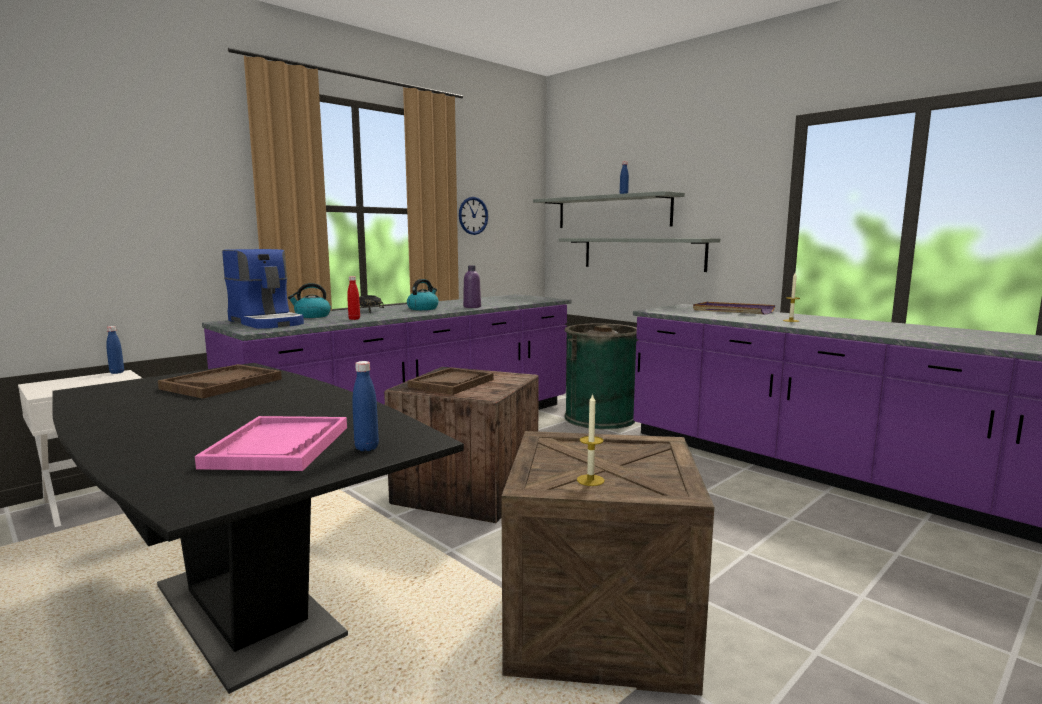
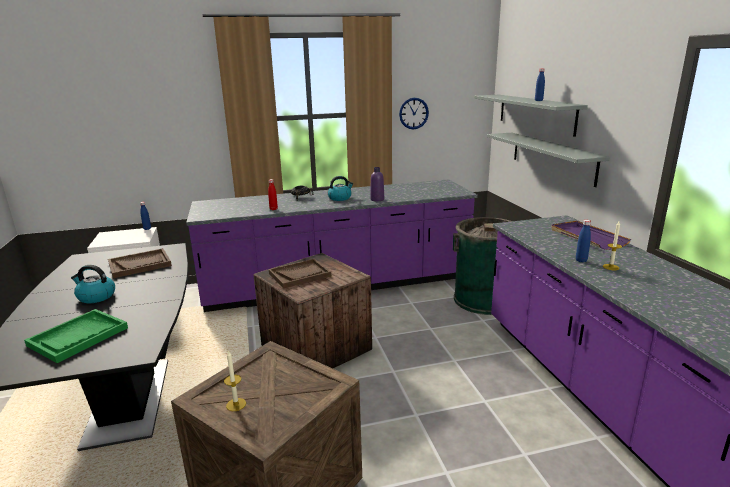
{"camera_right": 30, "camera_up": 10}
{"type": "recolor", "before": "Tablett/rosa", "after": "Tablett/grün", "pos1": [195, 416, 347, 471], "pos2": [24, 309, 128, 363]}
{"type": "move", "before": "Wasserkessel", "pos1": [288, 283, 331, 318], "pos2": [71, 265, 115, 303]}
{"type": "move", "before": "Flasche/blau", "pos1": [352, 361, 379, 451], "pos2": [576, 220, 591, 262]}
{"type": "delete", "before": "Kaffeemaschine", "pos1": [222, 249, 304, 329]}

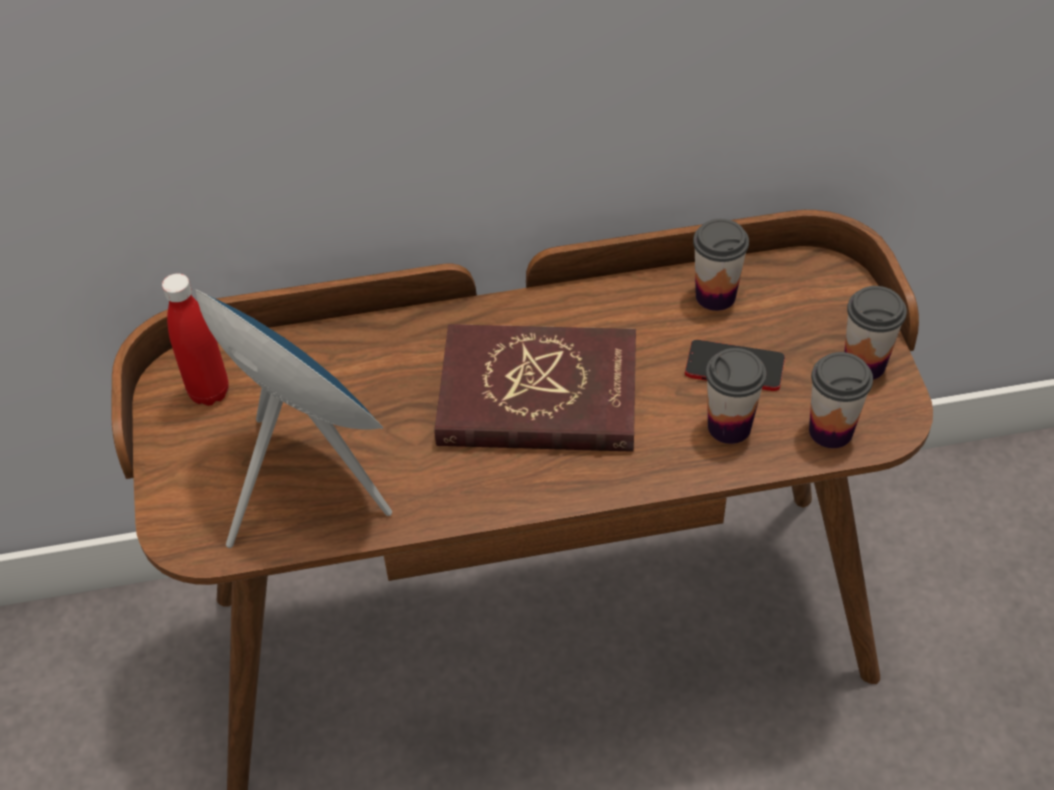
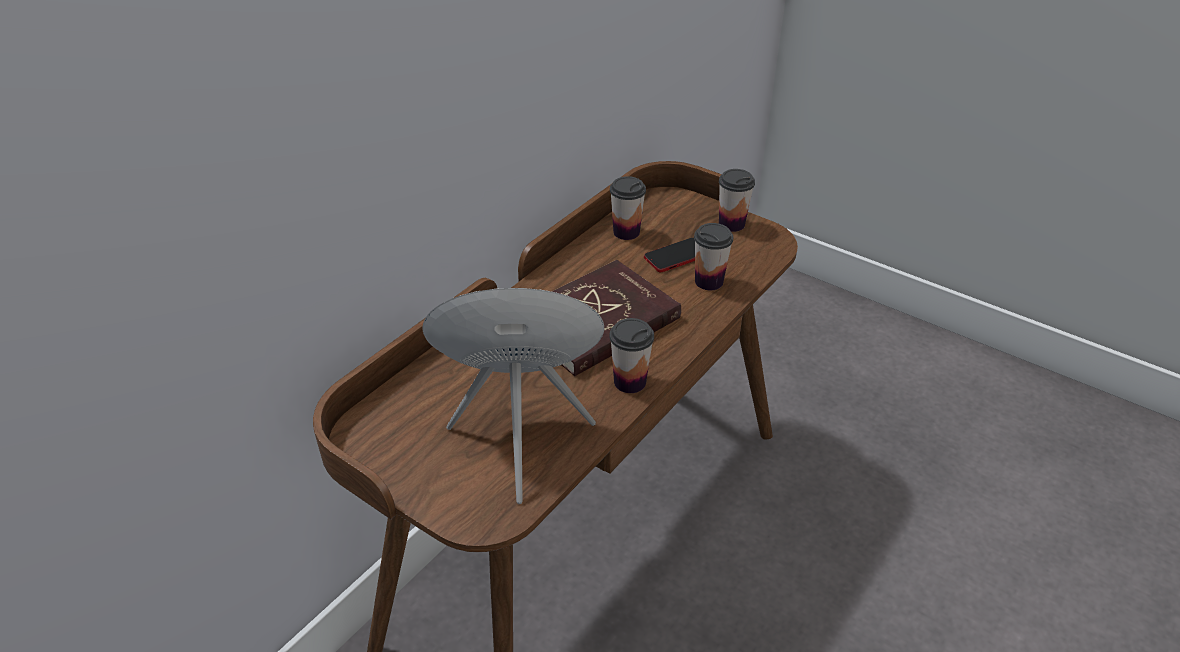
{"camera_right": -45, "camera_up": -10}
{"type": "move", "before": "Tasse", "pos1": [809, 352, 873, 448], "pos2": [609, 318, 654, 393]}
{"type": "delete", "before": "Flasche/rot", "pos1": [162, 273, 228, 406]}

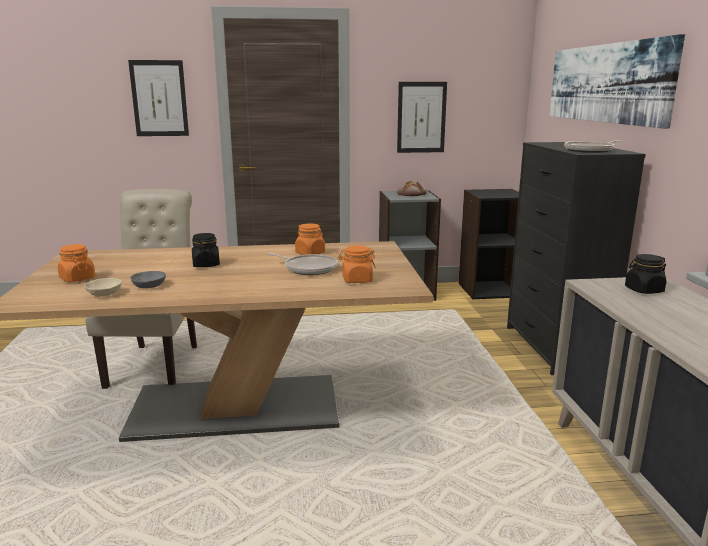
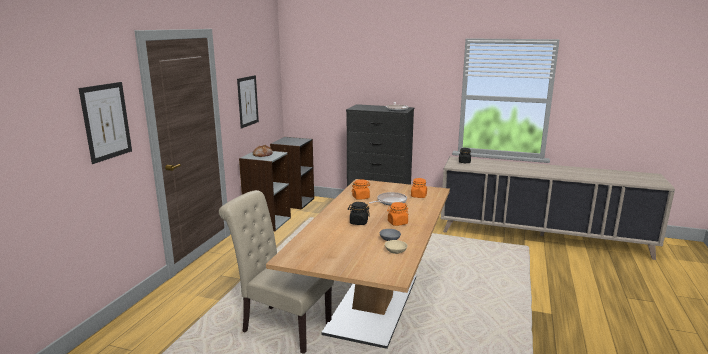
{"camera_right": -65, "camera_up": 0}
{"type": "move", "before": "Vorratsglas/orange", "pos1": [58, 244, 95, 282], "pos2": [387, 202, 409, 226]}
{"type": "delete", "before": "Bild", "pos1": [549, 34, 685, 129]}

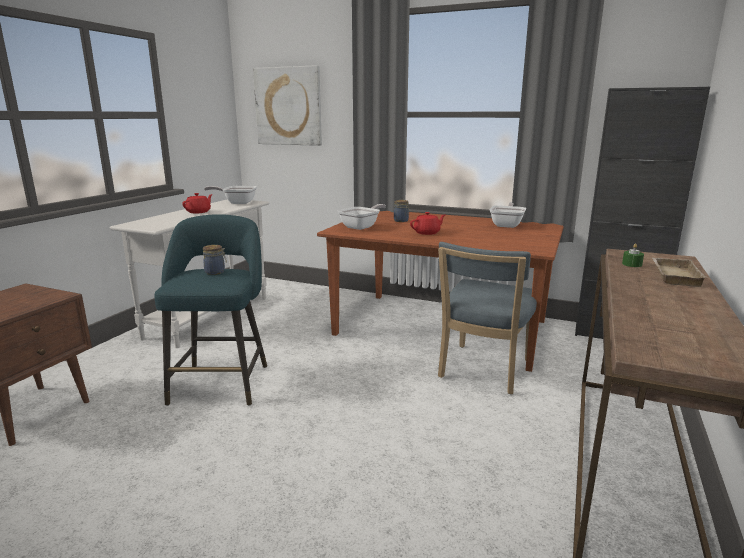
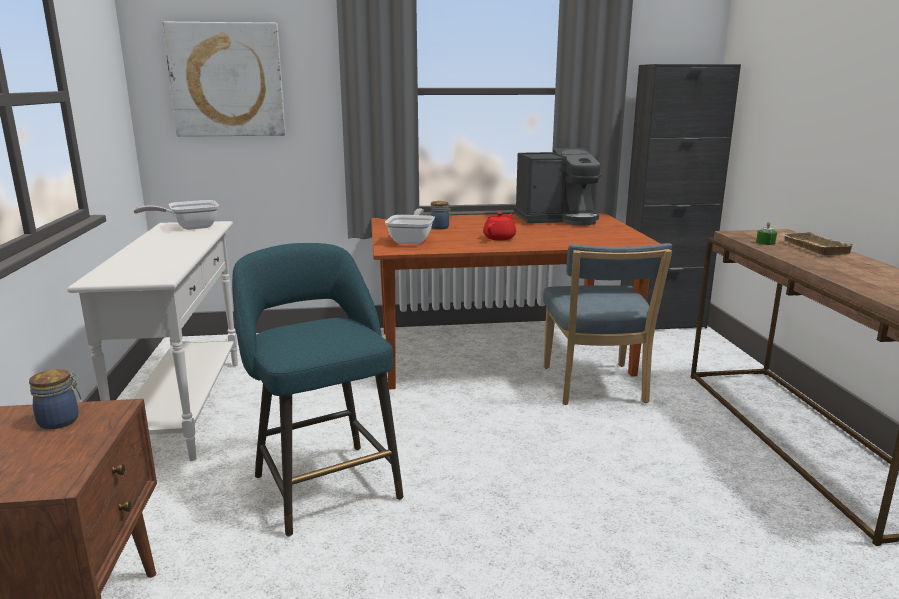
{"camera_right": -30, "camera_up": 0}
{"type": "move", "before": "Vorratsglas", "pos1": [203, 245, 227, 275], "pos2": [29, 369, 81, 430]}
{"type": "replace", "before": "Pfanne", "after": "Kaffeemaschine", "pos1": [490, 202, 526, 228], "pos2": [513, 148, 602, 225]}
{"type": "delete", "before": "Teekanne/rot", "pos1": [182, 193, 213, 213]}

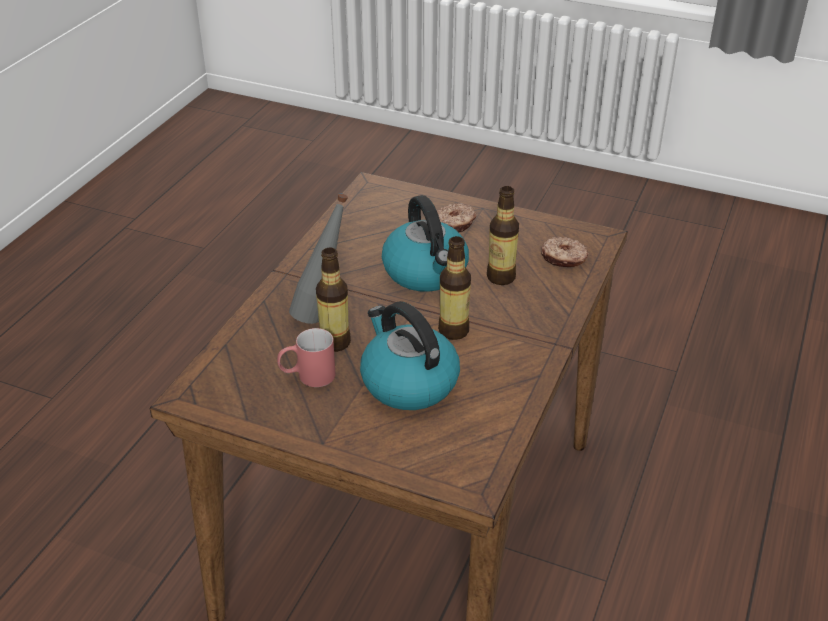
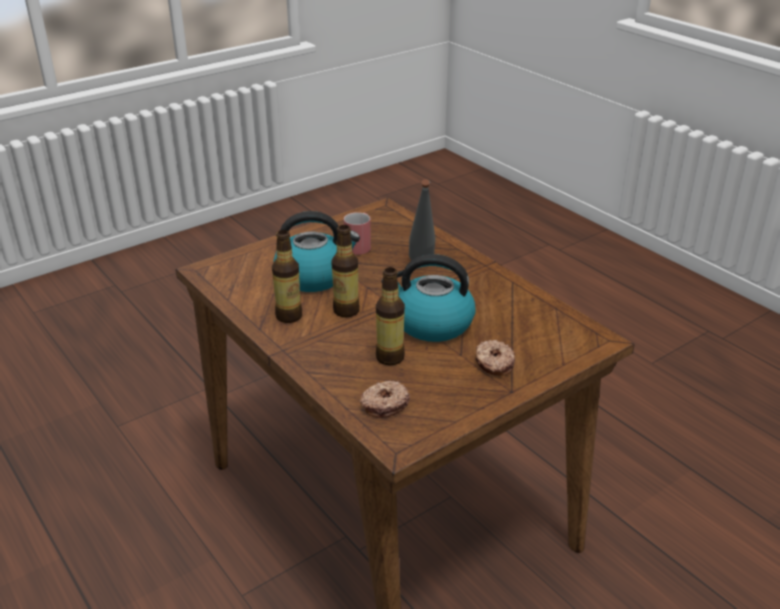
{"camera_right": 120, "camera_up": -5}
{"type": "move", "before": "Flasche", "pos1": [316, 247, 351, 352], "pos2": [272, 230, 302, 323]}

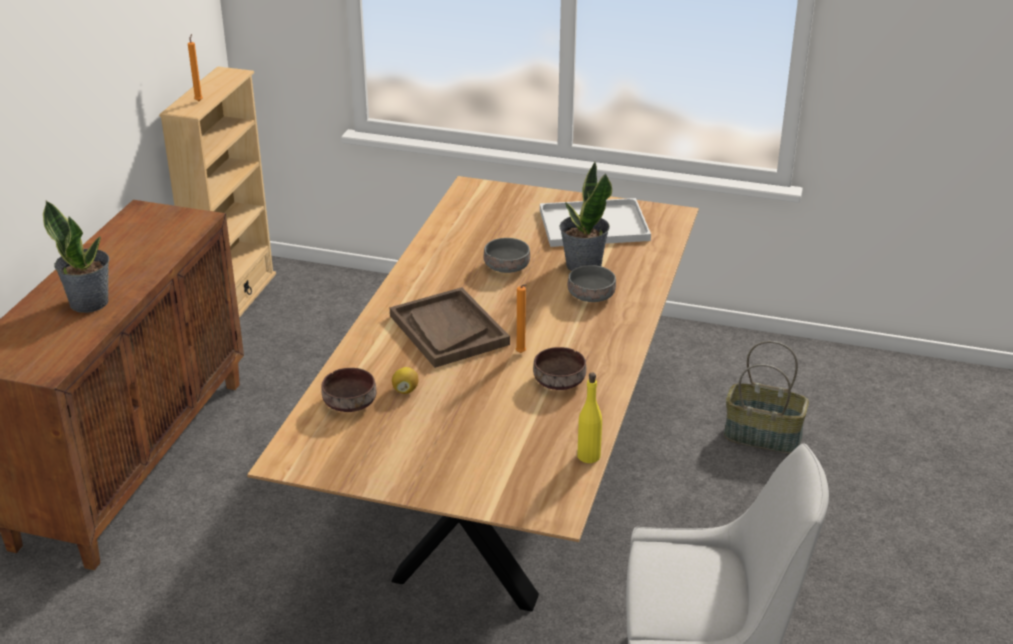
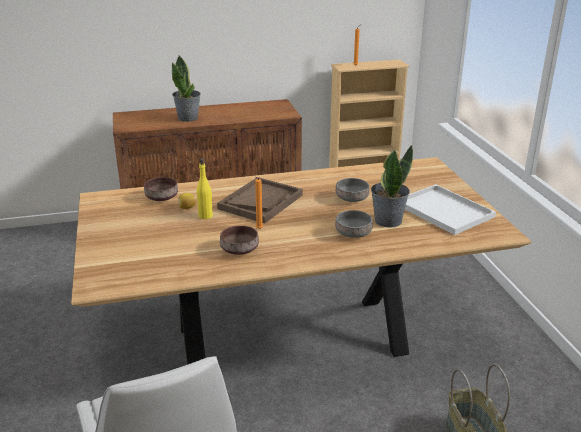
{"camera_right": 60, "camera_up": -5}
{"type": "move", "before": "Flasche/gelb", "pos1": [577, 373, 602, 463], "pos2": [197, 158, 213, 219]}

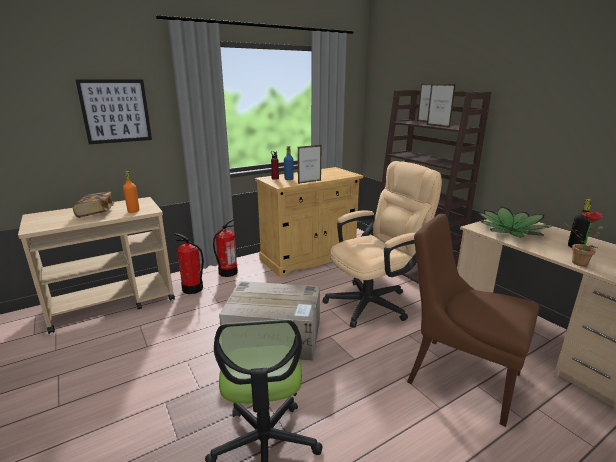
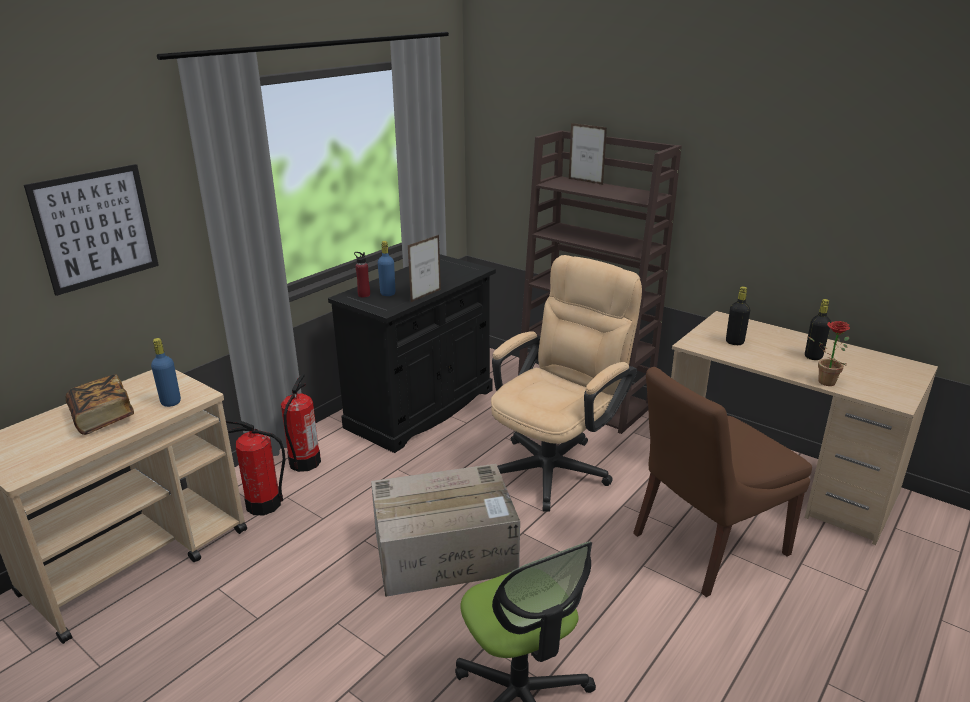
{"camera_right": -20, "camera_up": 5}
{"type": "recolor", "before": "Flasche/orange", "after": "Flasche/blau", "pos1": [123, 171, 139, 213], "pos2": [151, 338, 181, 407]}
{"type": "recolor", "before": "Schrank/beige", "after": "Schrank/schwarz", "pos1": [255, 167, 363, 277], "pos2": [328, 254, 496, 453]}
{"type": "rotate", "before": "Stuhl/braun", "pos1": [407, 214, 539, 427], "pos2": [633, 367, 812, 597], "turn": -45}
{"type": "replace", "before": "Topfpflanze", "after": "Flasche/schwarz", "pos1": [478, 207, 554, 238], "pos2": [726, 286, 750, 345]}
{"type": "delete", "before": "Bilderrahmen", "pos1": [427, 84, 456, 128]}

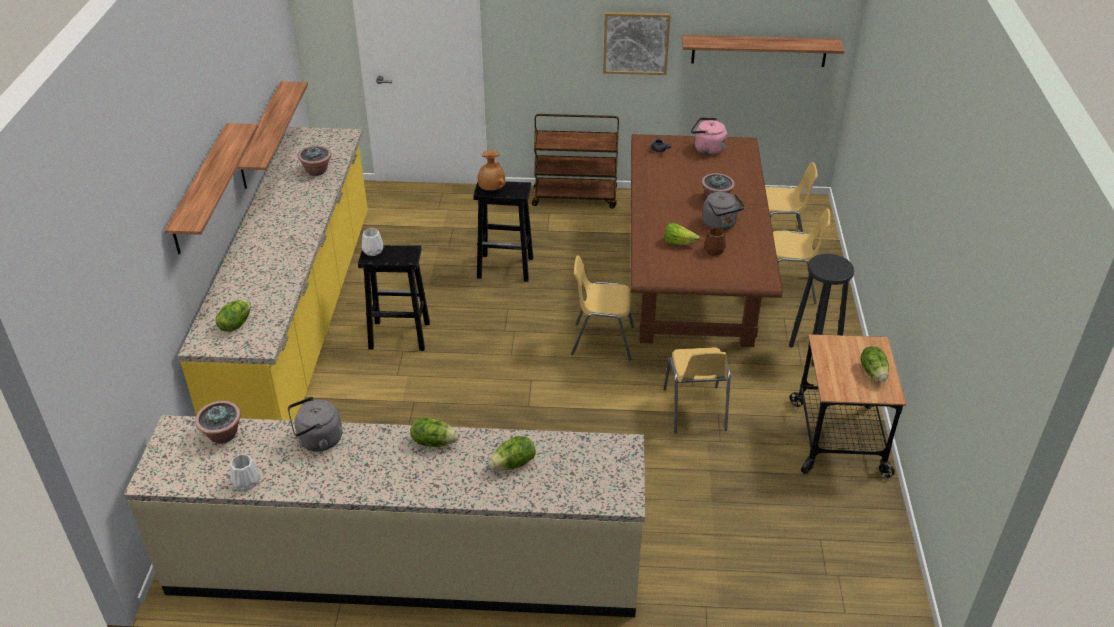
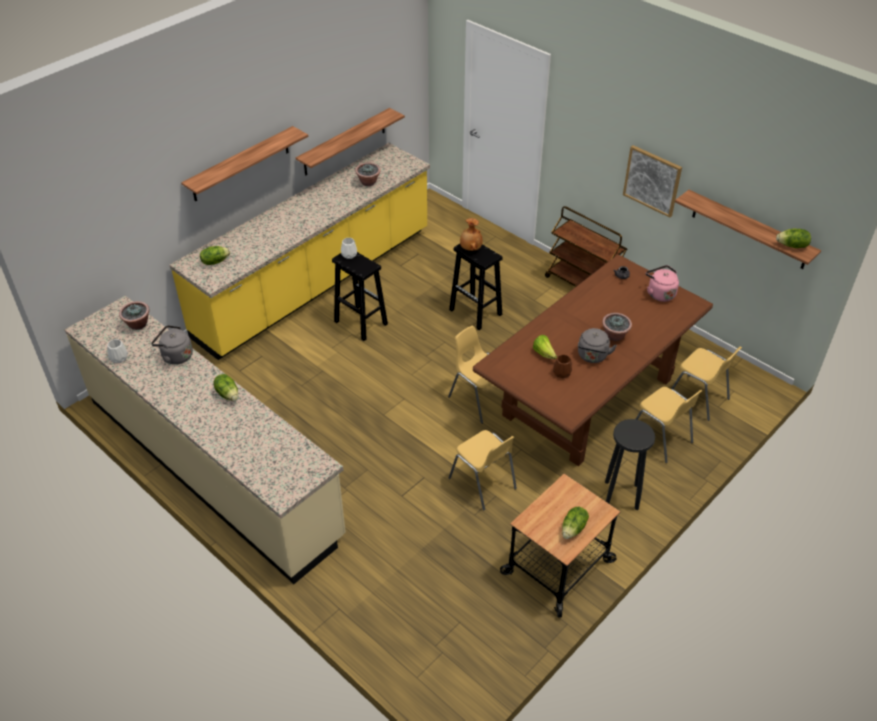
{"camera_right": 40, "camera_up": 5}
{"type": "rotate", "before": "Stuhl/gelb", "pos1": [663, 348, 731, 434], "pos2": [448, 430, 517, 511], "turn": -75}
{"type": "move", "before": "Salatkopf", "pos1": [489, 436, 536, 470], "pos2": [776, 229, 811, 248]}

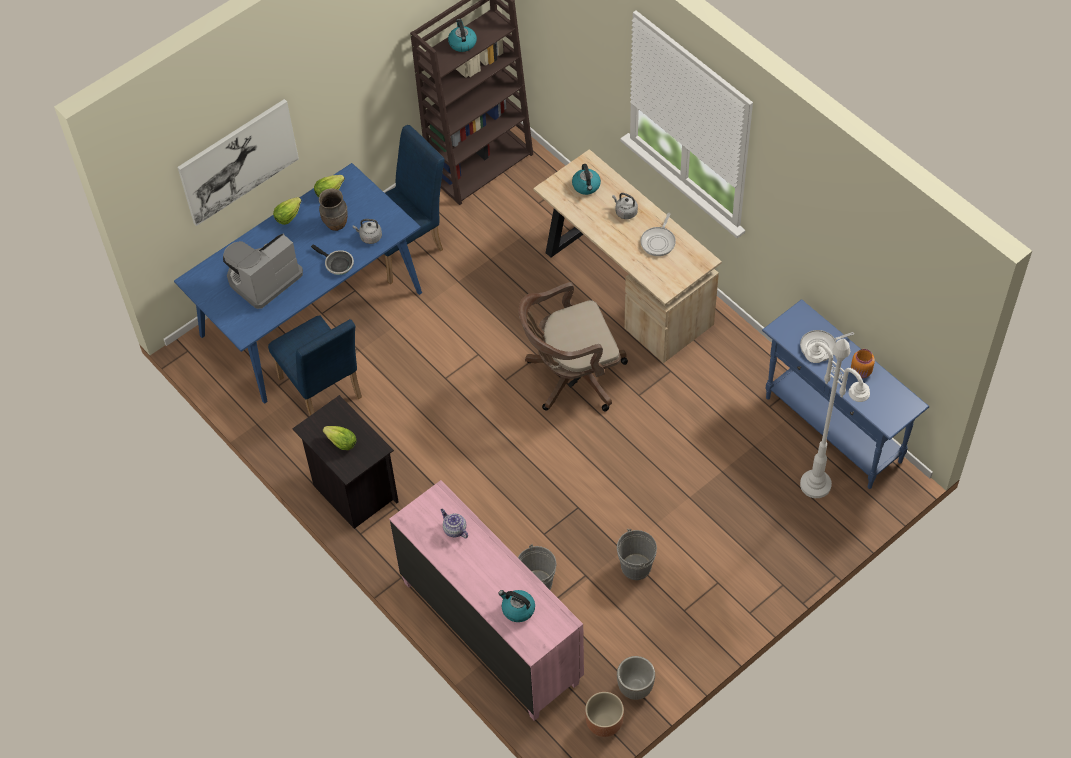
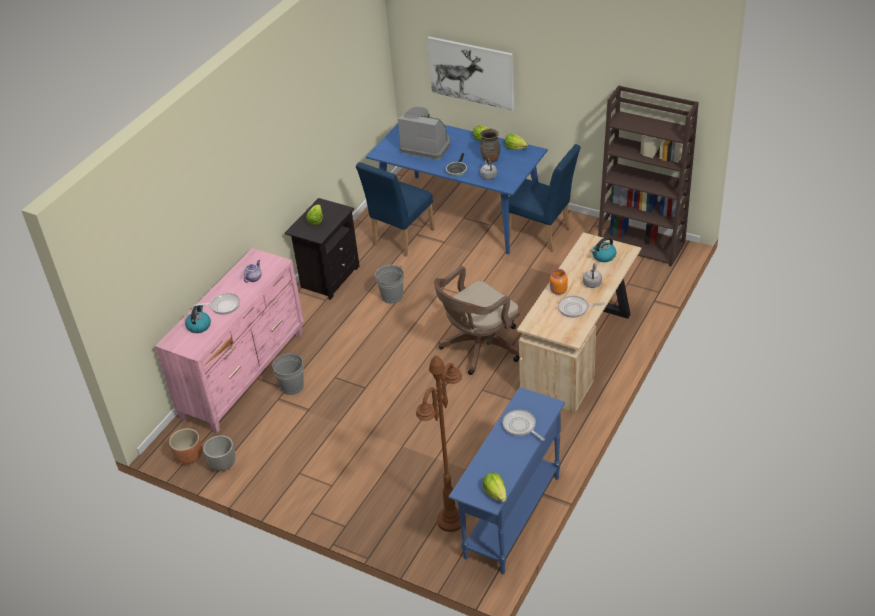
{"camera_right": 70, "camera_up": -15}
{"type": "insert", "after": "Pfanne", "pos2": [194, 293, 240, 315]}
{"type": "move", "before": "Eimer/grau", "pos1": [617, 529, 657, 580], "pos2": [375, 265, 404, 304]}
{"type": "recolor", "before": "Stehlampe/weiß", "after": "Stehlampe/braun", "pos1": [800, 339, 870, 498], "pos2": [416, 355, 462, 532]}
{"type": "rotate", "before": "Bürostuhl/braun", "pos1": [518, 282, 628, 411], "pos2": [434, 266, 520, 375], "turn": -90}
{"type": "insert", "after": "Salatkopf", "pos2": [483, 472, 506, 502]}
{"type": "move", "before": "Vorratsglas/orange", "pos1": [851, 349, 875, 378], "pos2": [550, 269, 568, 295]}
{"type": "delete", "before": "Wasserkessel", "pos1": [448, 19, 477, 52]}

